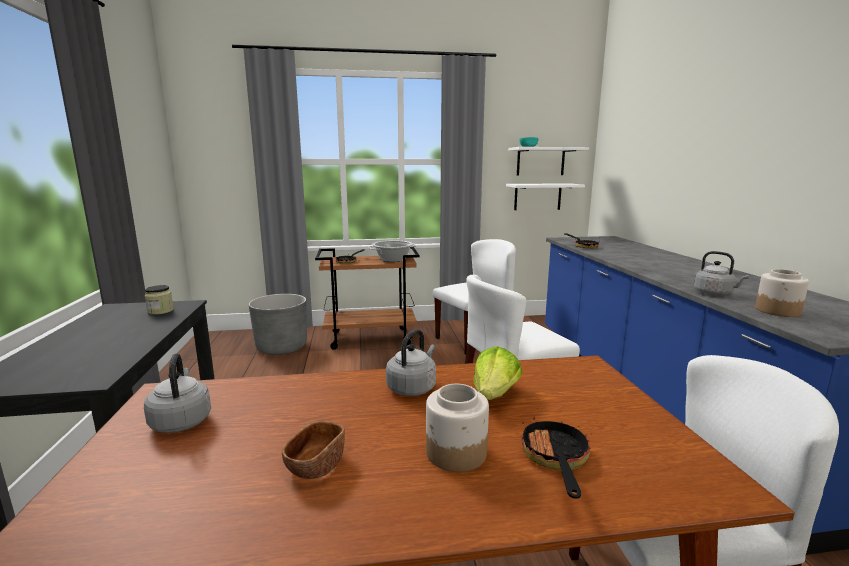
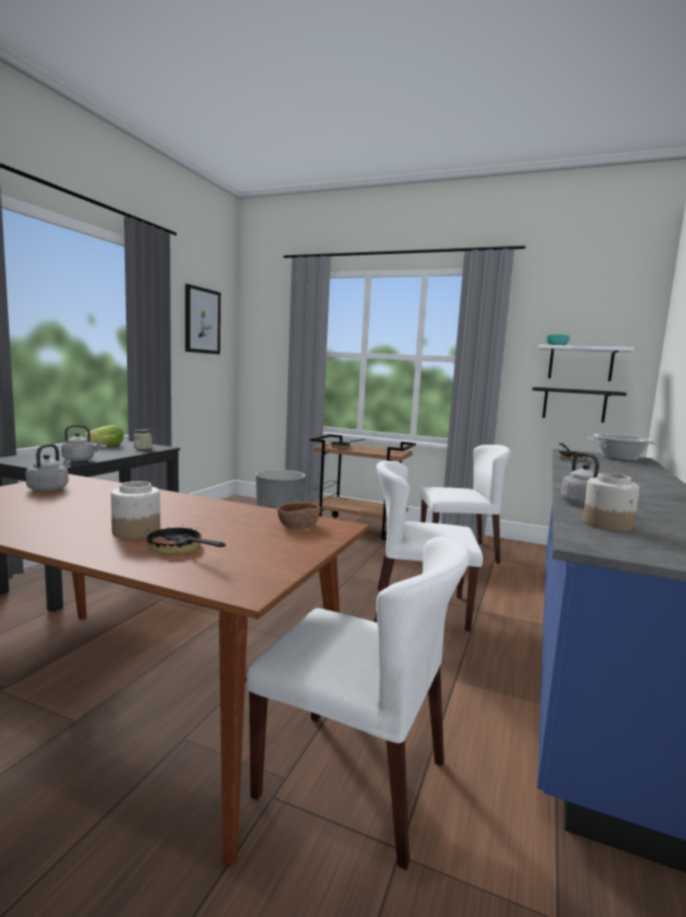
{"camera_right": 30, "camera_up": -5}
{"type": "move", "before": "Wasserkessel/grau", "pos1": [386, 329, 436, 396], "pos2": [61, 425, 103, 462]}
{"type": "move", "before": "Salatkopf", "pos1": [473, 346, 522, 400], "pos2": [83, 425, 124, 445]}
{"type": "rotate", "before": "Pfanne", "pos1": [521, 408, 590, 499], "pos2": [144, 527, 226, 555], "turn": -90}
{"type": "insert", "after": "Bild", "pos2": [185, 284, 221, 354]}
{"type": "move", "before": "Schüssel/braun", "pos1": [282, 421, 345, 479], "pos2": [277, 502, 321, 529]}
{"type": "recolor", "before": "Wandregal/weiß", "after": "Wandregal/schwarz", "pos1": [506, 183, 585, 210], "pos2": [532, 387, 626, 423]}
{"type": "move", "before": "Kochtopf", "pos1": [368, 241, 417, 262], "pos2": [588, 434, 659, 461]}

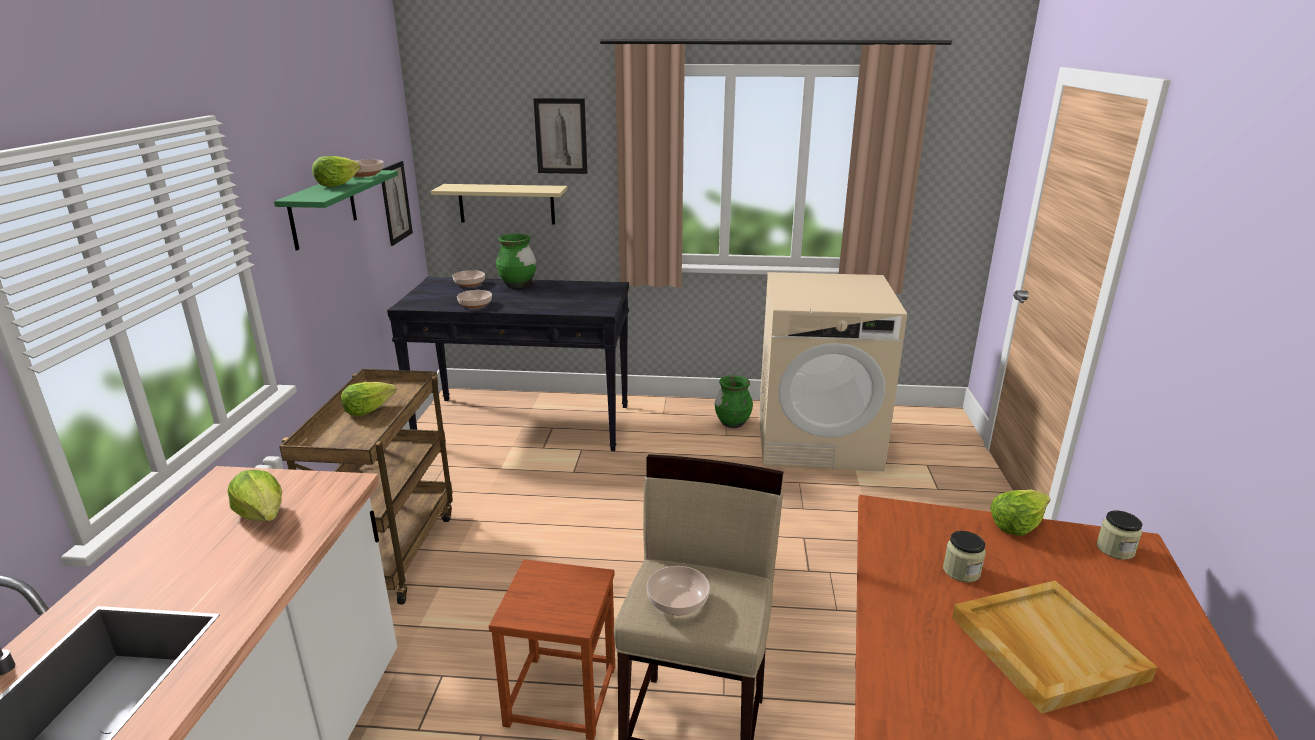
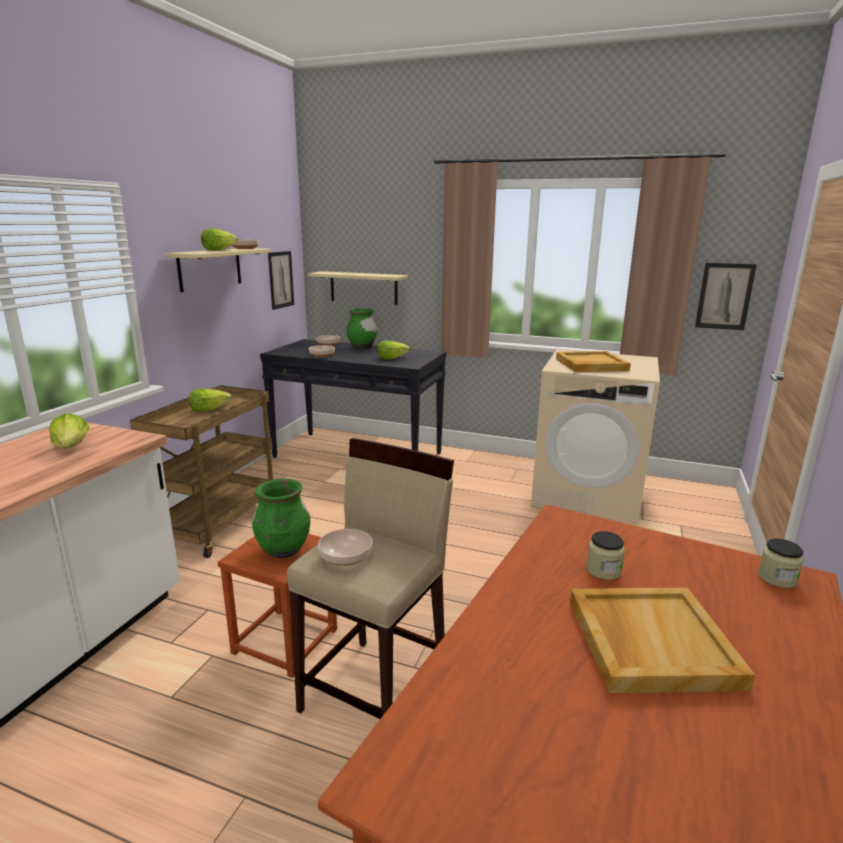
{"camera_right": 15, "camera_up": -5}
{"type": "recolor", "before": "Wandregal/grün", "after": "Wandregal/beige", "pos1": [274, 170, 398, 251], "pos2": [165, 248, 272, 292]}
{"type": "move", "before": "Vase/grün", "pos1": [715, 375, 753, 428], "pos2": [252, 479, 310, 558]}
{"type": "move", "before": "Salatkopf", "pos1": [991, 490, 1050, 536], "pos2": [377, 341, 410, 359]}
{"type": "insert", "after": "Tablett/beige", "pos2": [556, 351, 631, 372]}
{"type": "move", "before": "Bild", "pos1": [533, 98, 587, 174], "pos2": [695, 263, 757, 330]}

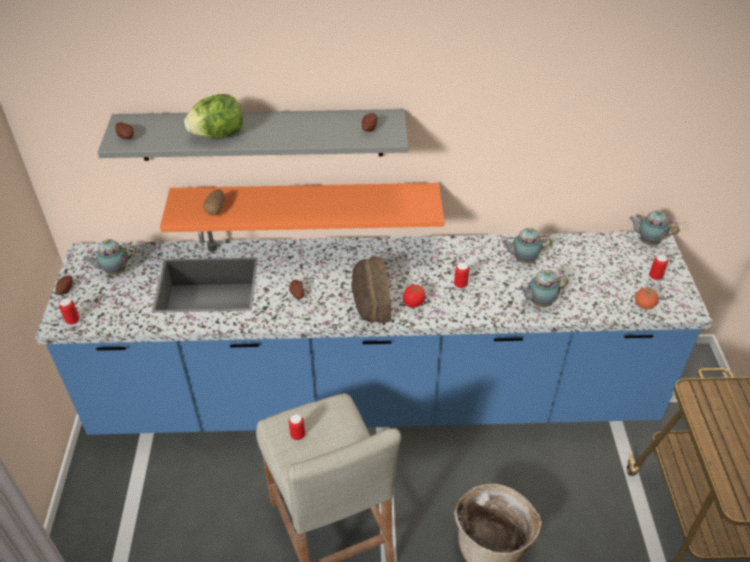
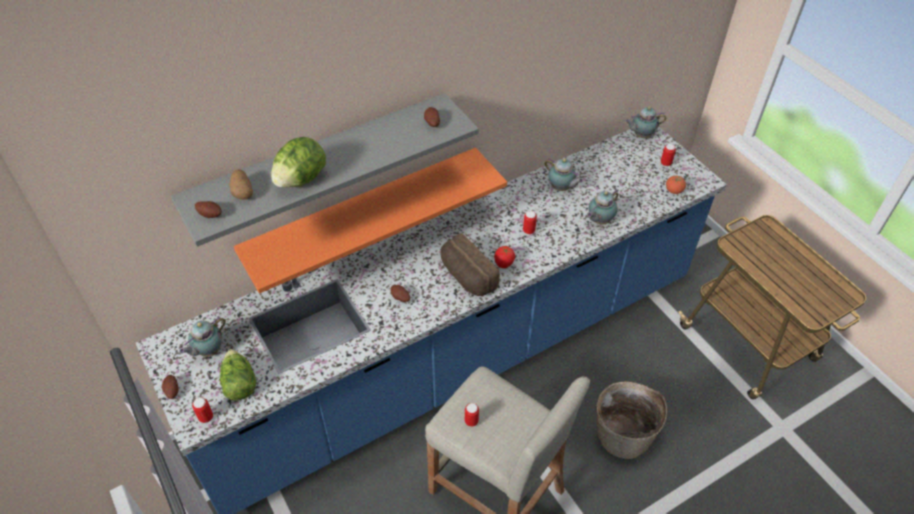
{"camera_right": -30, "camera_up": 5}
{"type": "insert", "after": "Salatkopf", "pos2": [220, 349, 256, 401]}
{"type": "move", "before": "Kartoffel", "pos1": [203, 189, 225, 216], "pos2": [229, 169, 253, 200]}
{"type": "rotate", "before": "Teekanne", "pos1": [502, 227, 552, 264], "pos2": [545, 158, 583, 191], "turn": -105}

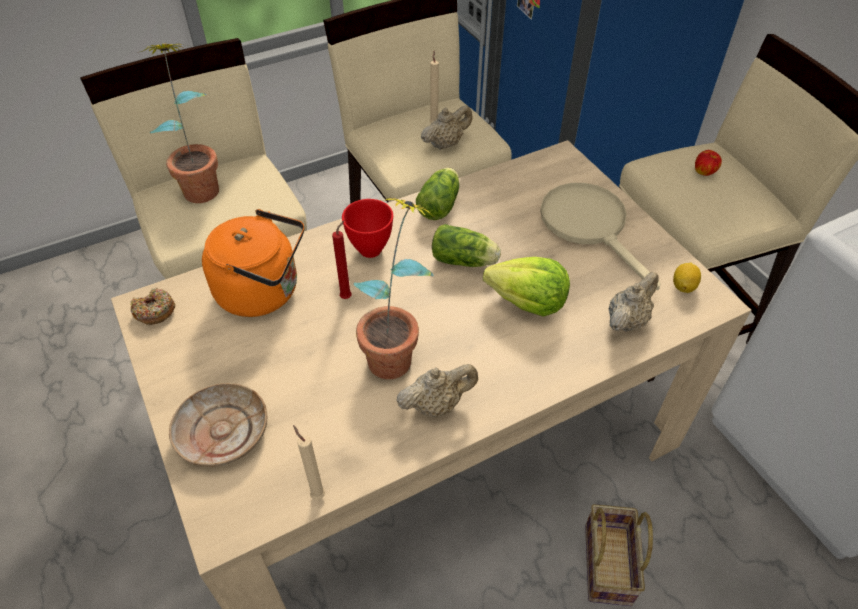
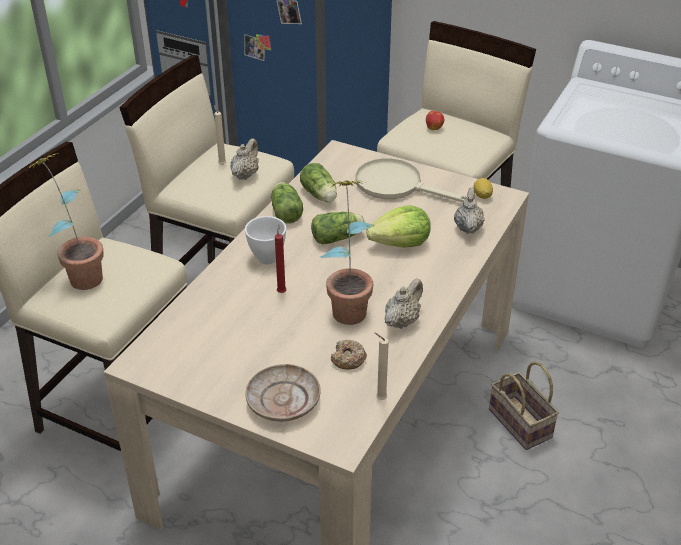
{"camera_right": -35, "camera_up": -10}
{"type": "recolor", "before": "Schüssel/rot", "after": "Schüssel/weiß", "pos1": [342, 199, 393, 258], "pos2": [245, 216, 286, 264]}
{"type": "insert", "after": "Salatkopf", "pos2": [300, 163, 337, 202]}
{"type": "move", "before": "Donut", "pos1": [130, 288, 175, 325], "pos2": [331, 340, 367, 370]}
{"type": "delete", "before": "Wasserkessel/orange", "pos1": [202, 209, 304, 317]}

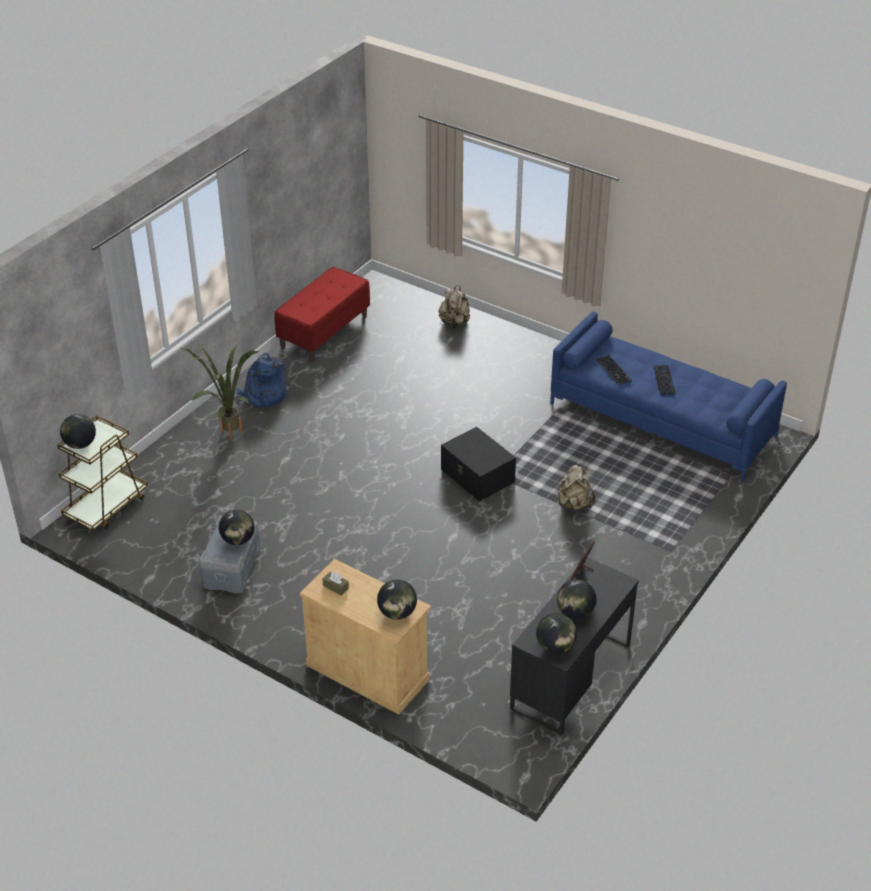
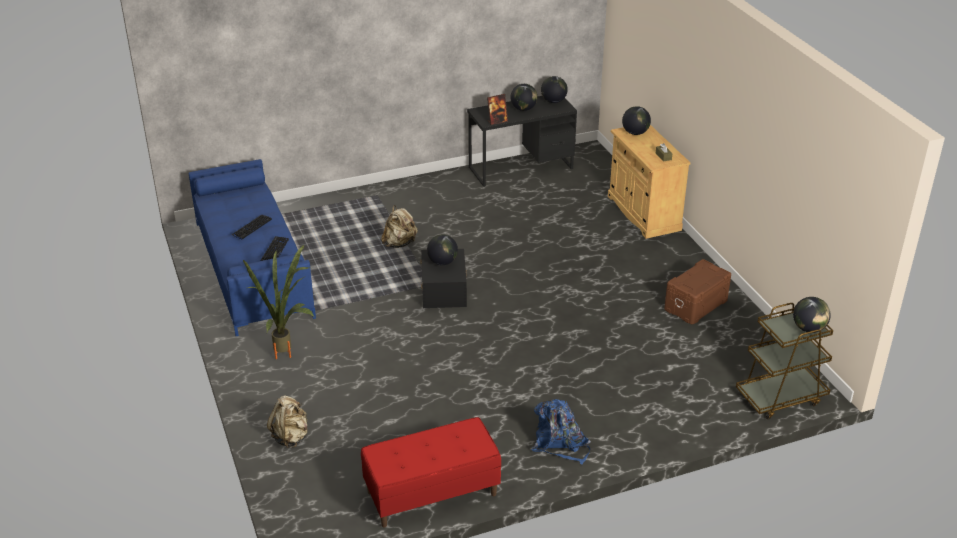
{"camera_right": -145, "camera_up": -5}
{"type": "move", "before": "Topfpflanze", "pos1": [181, 345, 259, 439], "pos2": [243, 245, 315, 359]}
{"type": "move", "before": "Globus", "pos1": [219, 510, 255, 545], "pos2": [427, 234, 458, 265]}
{"type": "recolor", "before": "Aufbewahrungsbox/grau", "after": "Aufbewahrungsbox/braun", "pos1": [199, 516, 260, 594], "pos2": [664, 259, 731, 324]}

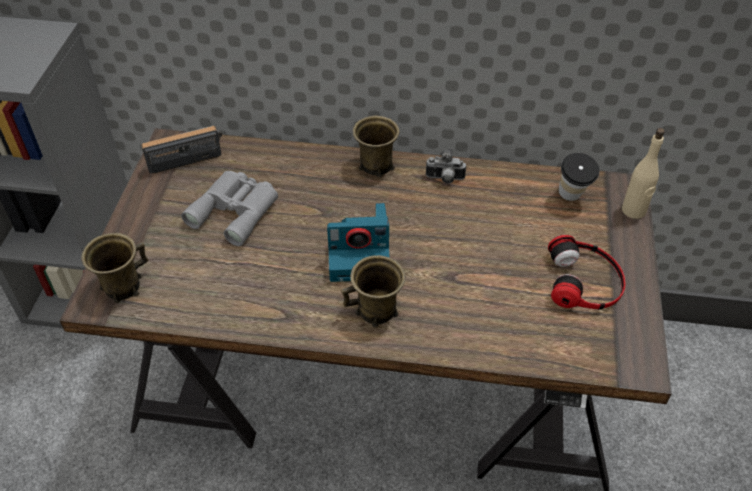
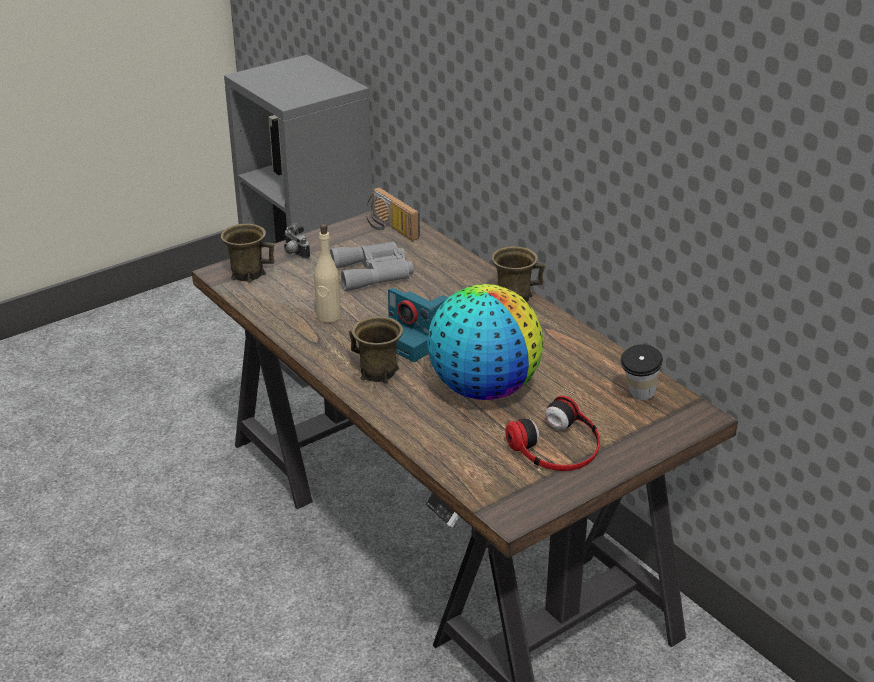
{"camera_right": 45, "camera_up": -15}
{"type": "move", "before": "Kamera", "pos1": [426, 148, 466, 184], "pos2": [284, 223, 310, 259]}
{"type": "move", "before": "Flasche/beige", "pos1": [622, 128, 665, 219], "pos2": [314, 224, 341, 323]}
{"type": "rotate", "before": "Radio", "pos1": [141, 126, 222, 174], "pos2": [366, 187, 420, 241], "turn": -150}
{"type": "insert", "after": "Globus", "pos2": [427, 284, 543, 400]}

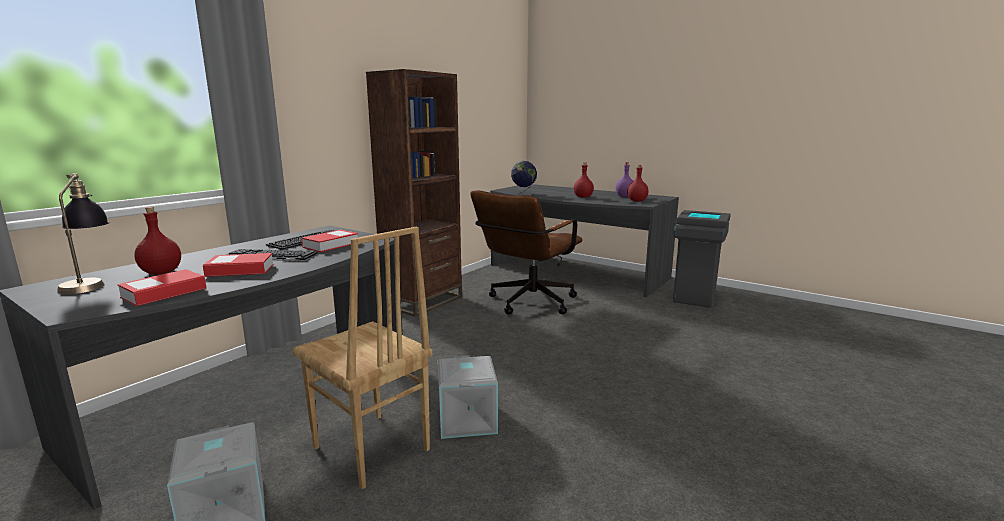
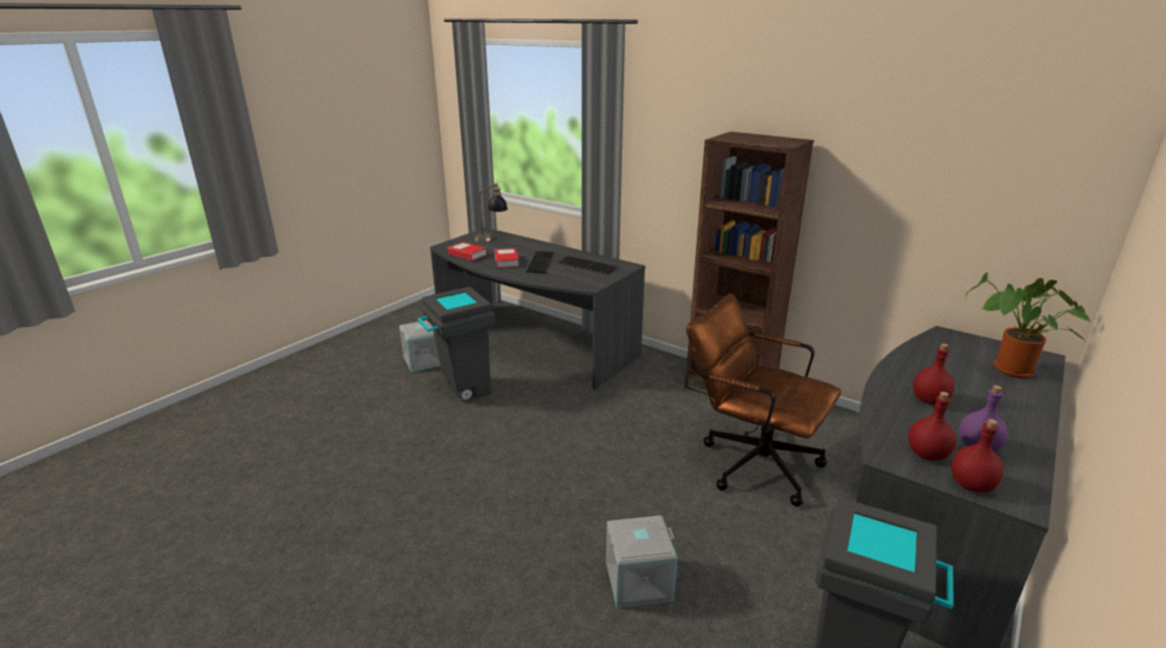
{"camera_right": 90, "camera_up": 10}
{"type": "replace", "before": "Stuhl/braun", "after": "Mülleimer/grau", "pos1": [292, 227, 432, 489], "pos2": [417, 287, 495, 401]}
{"type": "move", "before": "Aufbewahrungsbox/grau", "pos1": [438, 355, 498, 439], "pos2": [606, 515, 678, 608]}
{"type": "move", "before": "Flasche/rot", "pos1": [134, 207, 181, 275], "pos2": [951, 419, 1003, 492]}
{"type": "insert", "after": "Topfpflanze", "pos2": [965, 272, 1090, 378]}
{"type": "delete", "before": "Buch", "pos1": [301, 230, 358, 252]}
{"type": "delete", "before": "Globus", "pos1": [511, 161, 537, 195]}

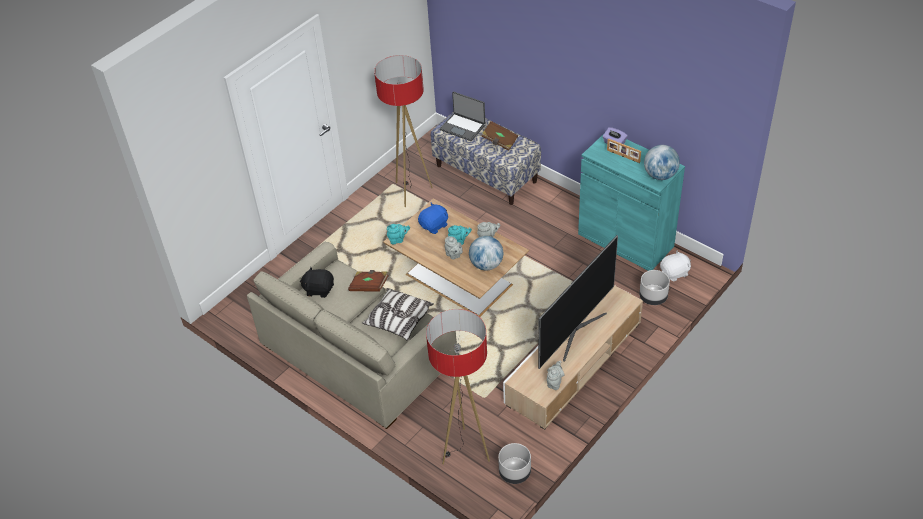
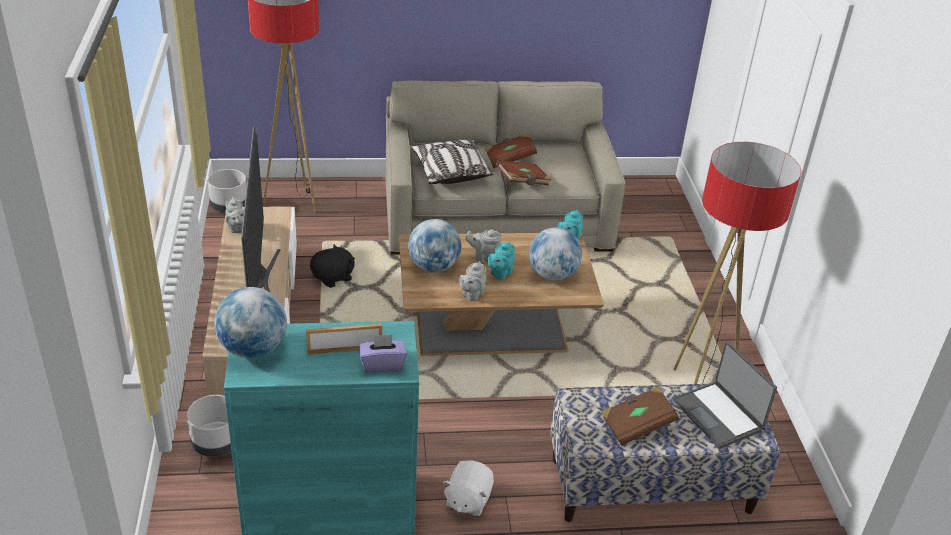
{"camera_right": 130, "camera_up": -10}
{"type": "move", "before": "Plüschtier/schwarz", "pos1": [300, 267, 334, 298], "pos2": [310, 244, 355, 288]}
{"type": "move", "before": "Plüschtier/weiß", "pos1": [660, 250, 691, 281], "pos2": [442, 460, 494, 516]}
{"type": "insert", "after": "Buch/braun", "pos2": [485, 133, 537, 168]}
{"type": "replace", "before": "Plüschtier/blau", "after": "Globus", "pos1": [418, 203, 448, 234], "pos2": [529, 227, 582, 281]}
{"type": "rotate", "before": "Laptop", "pos1": [440, 92, 485, 141], "pos2": [673, 342, 777, 449], "turn": -105}

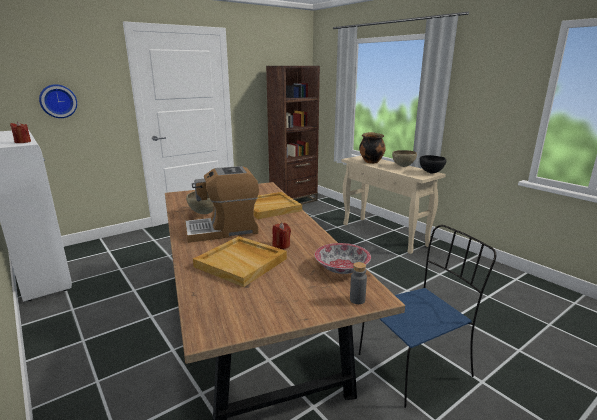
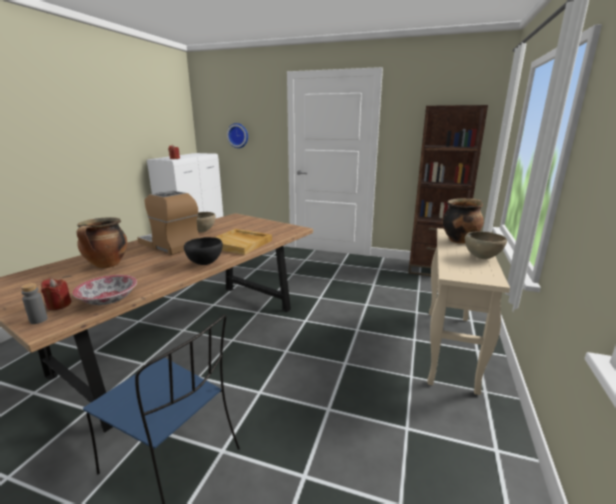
{"camera_right": 55, "camera_up": 0}
{"type": "move", "before": "Kerze/rot", "pos1": [272, 223, 291, 249], "pos2": [41, 279, 72, 310]}
{"type": "replace", "before": "Tablett/beige", "after": "Kochtopf", "pos1": [193, 236, 287, 287], "pos2": [77, 217, 127, 268]}
{"type": "move", "before": "Schüssel/schwarz", "pos1": [420, 155, 446, 173], "pos2": [184, 237, 223, 265]}

